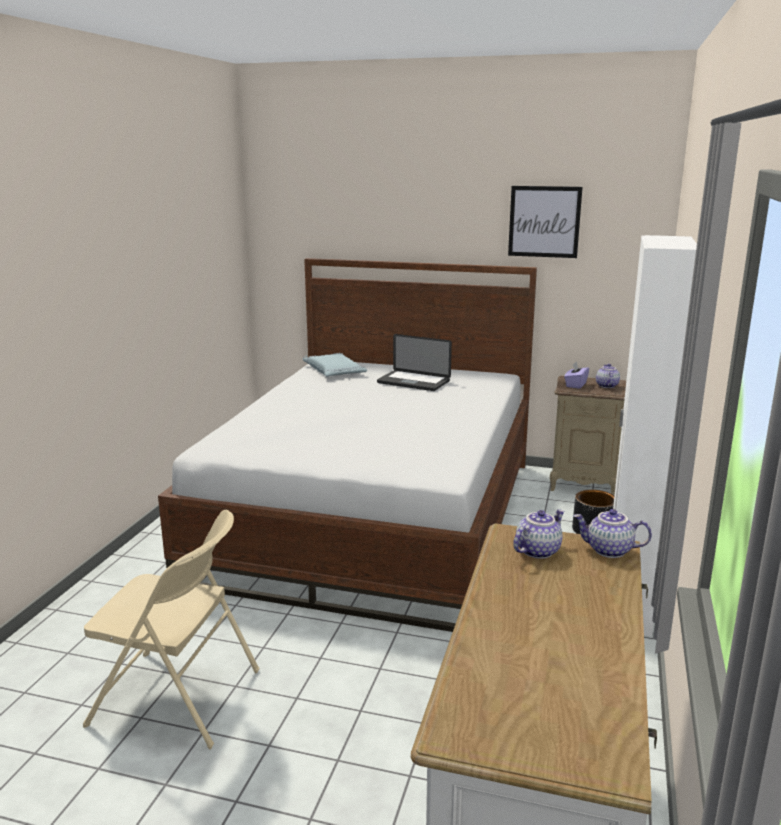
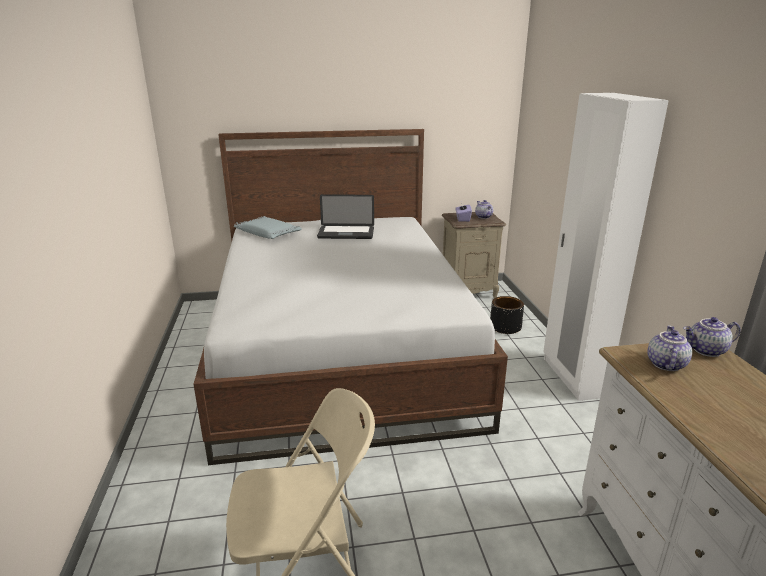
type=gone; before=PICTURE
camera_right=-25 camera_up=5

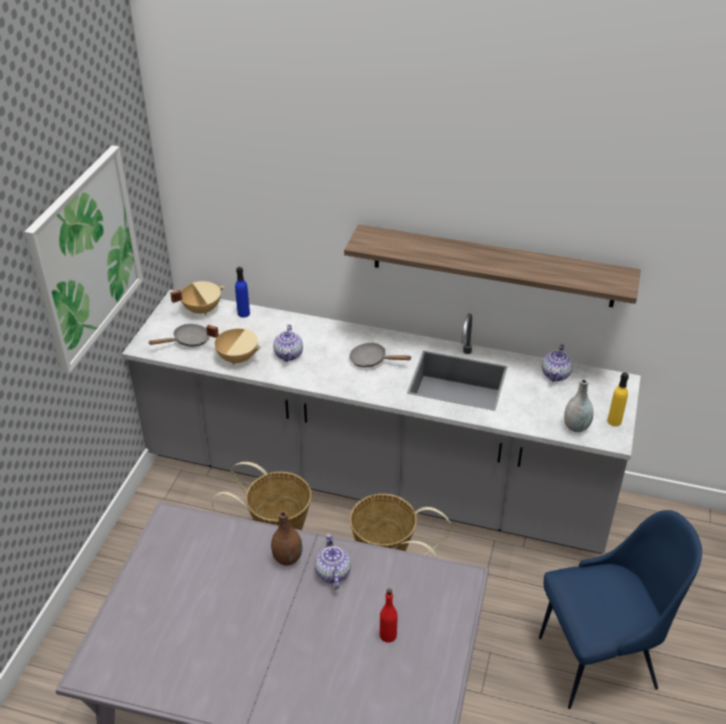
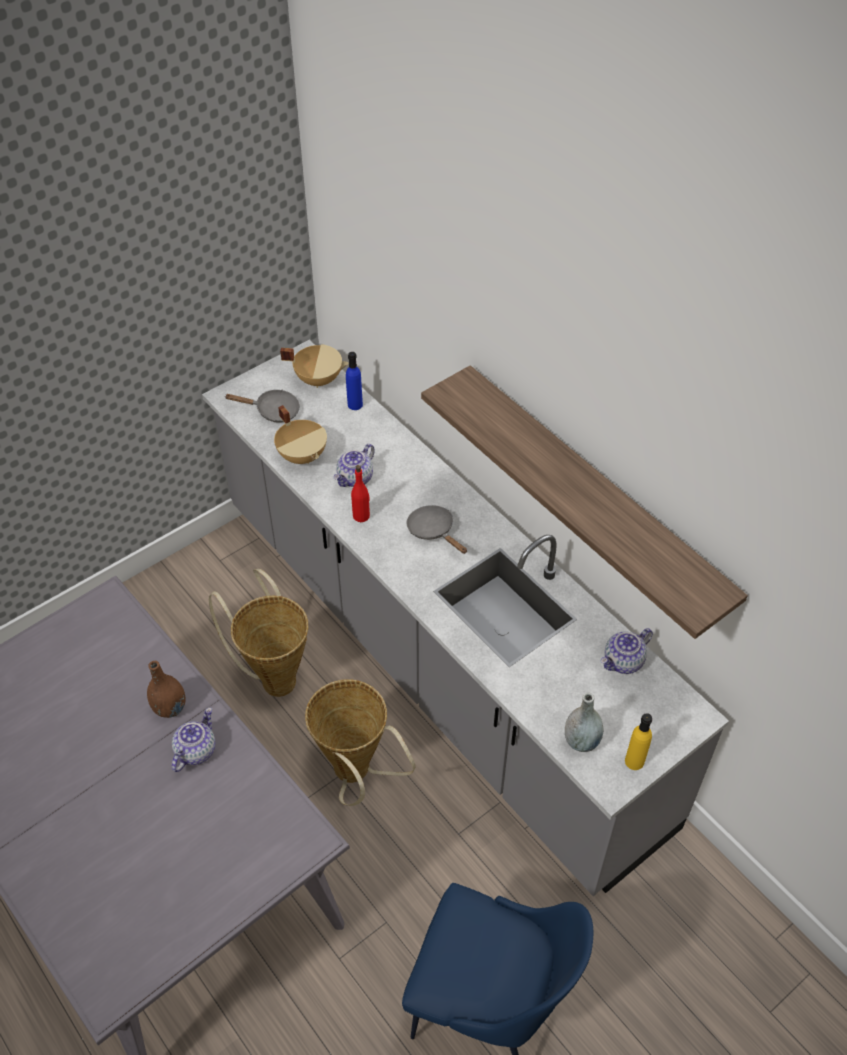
type=gone; before=PICTURE
type=shifted; before=RED BOTTLE
camera_right=35 camera_up=10

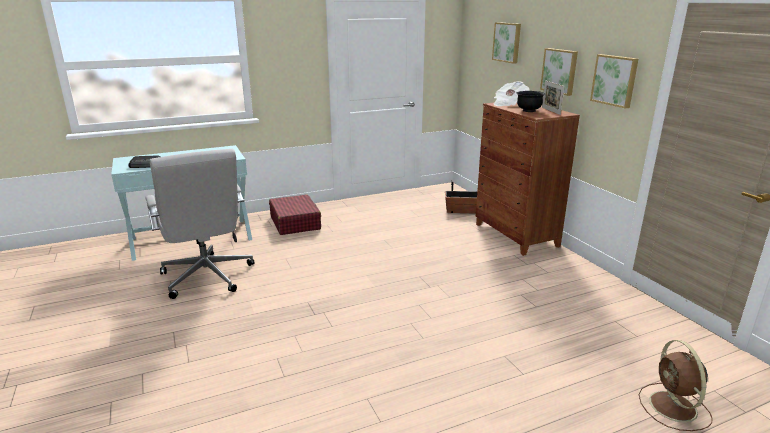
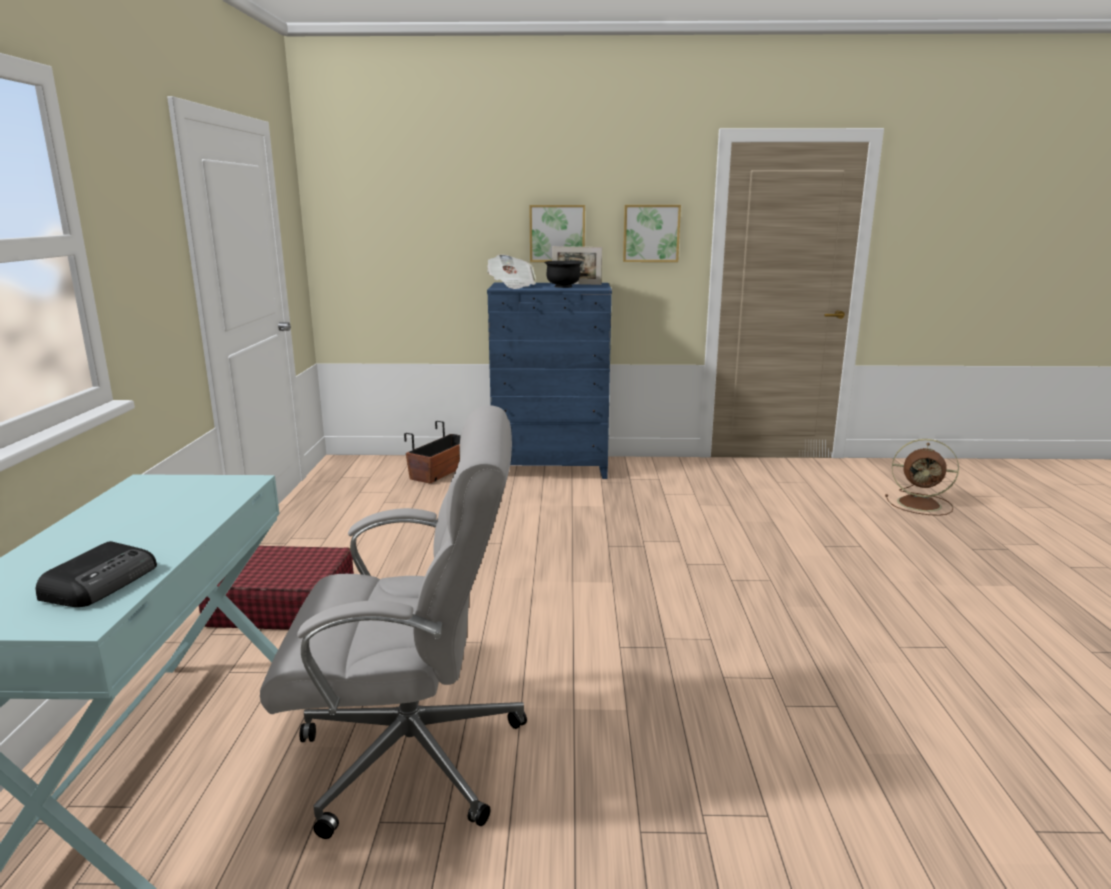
type=gone; before=PICTURE (no. 1 from left)
type=repainted; before=BROWN DRESSER; after=BLUE DRESSER
camera_right=-65 camera_up=-5

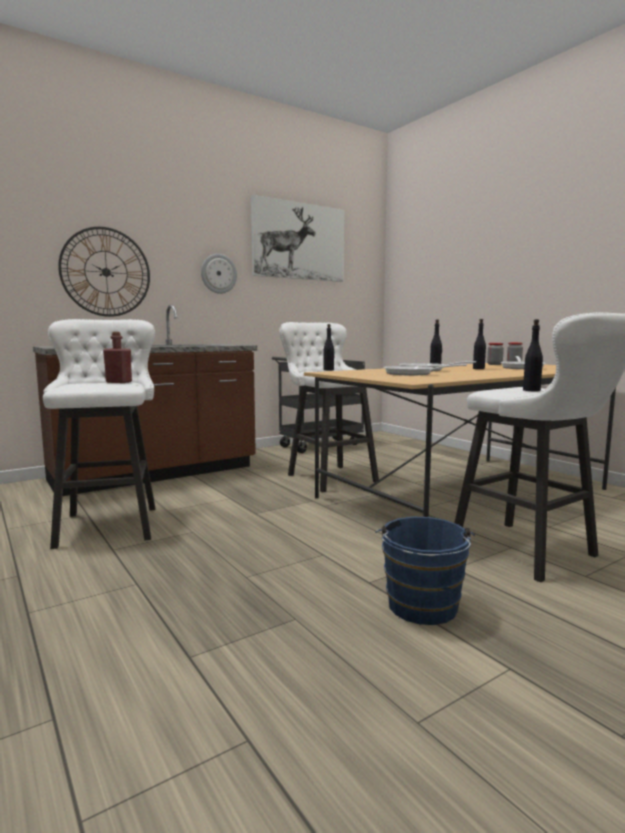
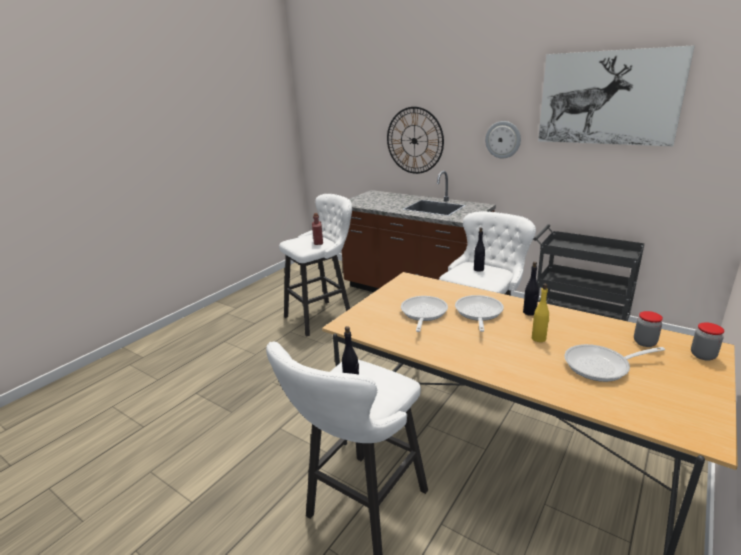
type=gone; before=BLUE BUCKET
type=repainted; before=BLACK BOTTLE (no. 3 from left); after=YELLOW BOTTLE
camera_right=70 camera_up=15

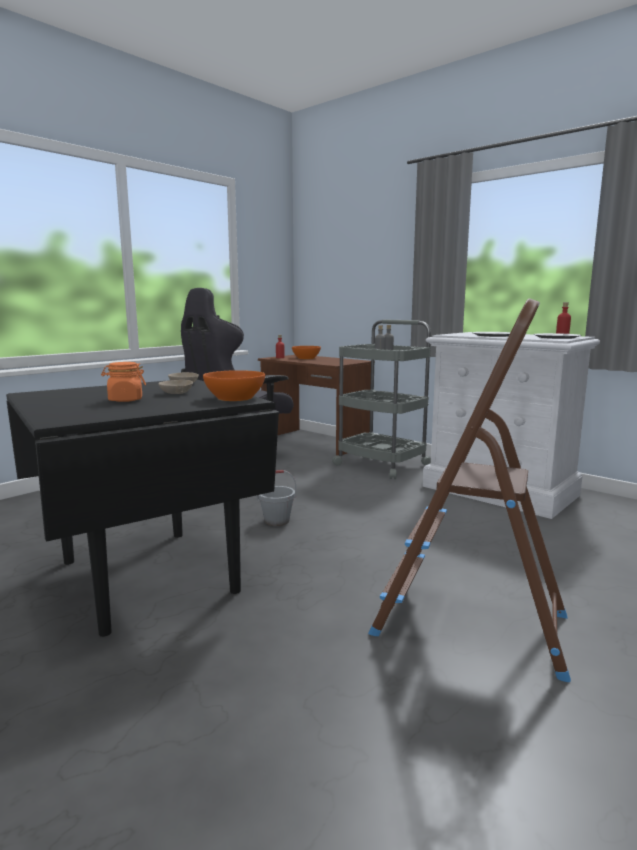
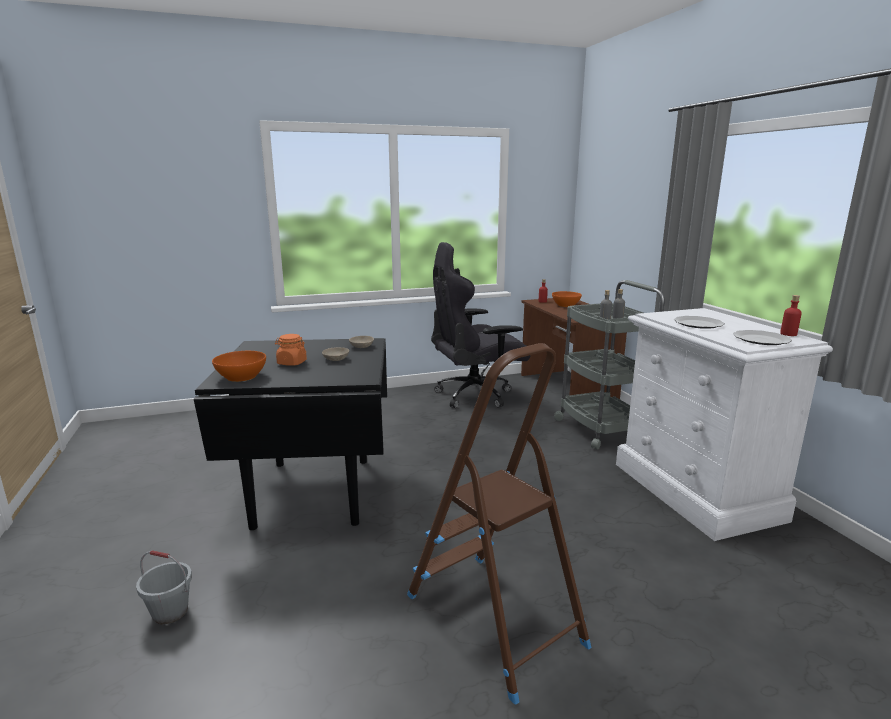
type=shifted; before=ORANGE BOWL (no. 1 from left)
type=shifted; before=GREY BUCKET
camera_right=30 camera_up=5

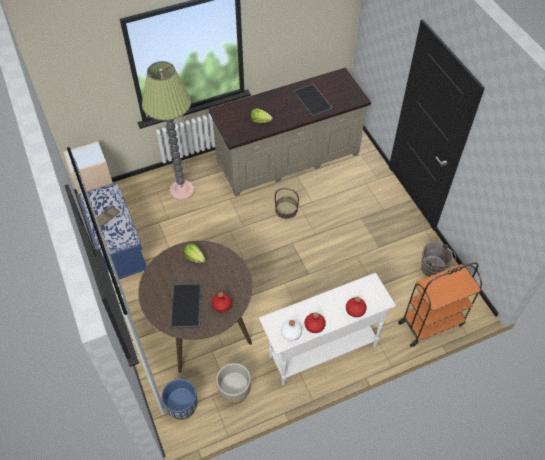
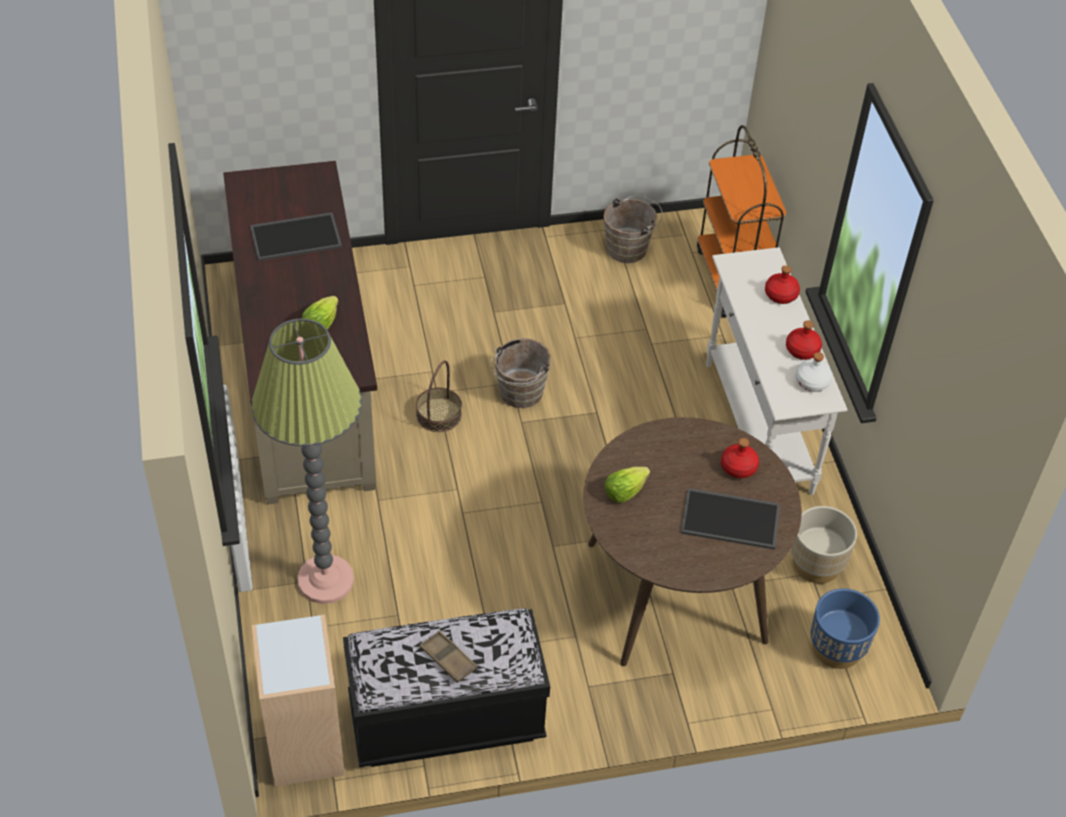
type=new; after=BROWN BUCKET (no. 1 from left)
type=repainted; before=BLUE BENCH; after=BLACK BENCH
camera_right=-80 camera_up=-5

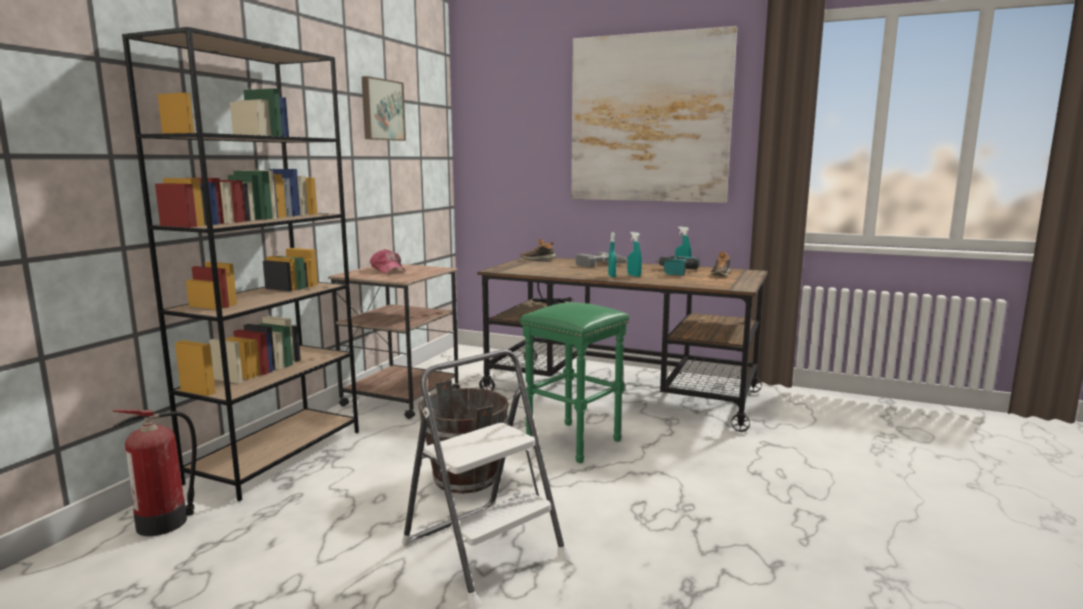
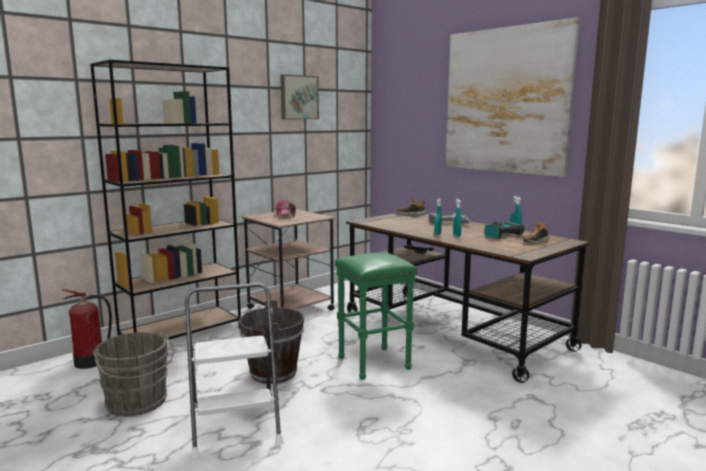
type=new; after=GREY BUCKET
camera_right=25 camera_up=0

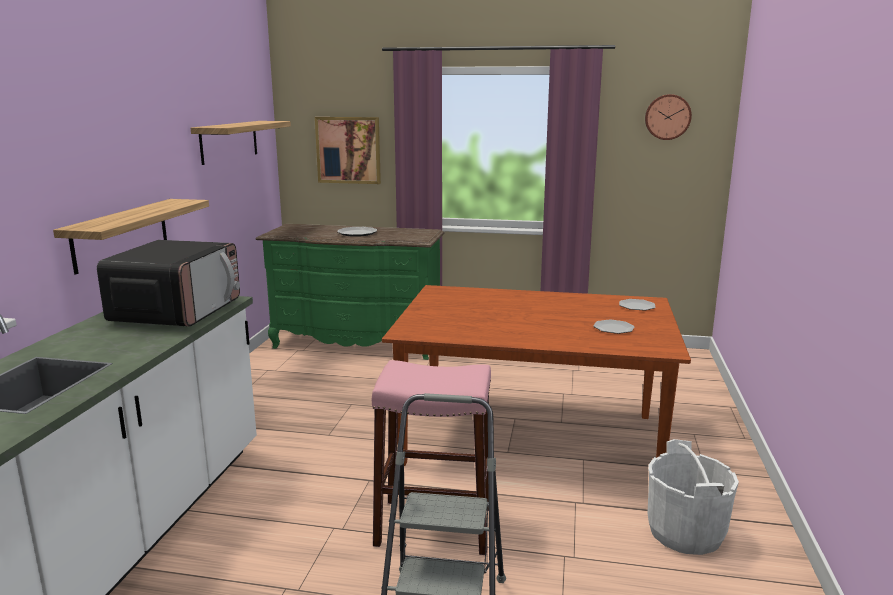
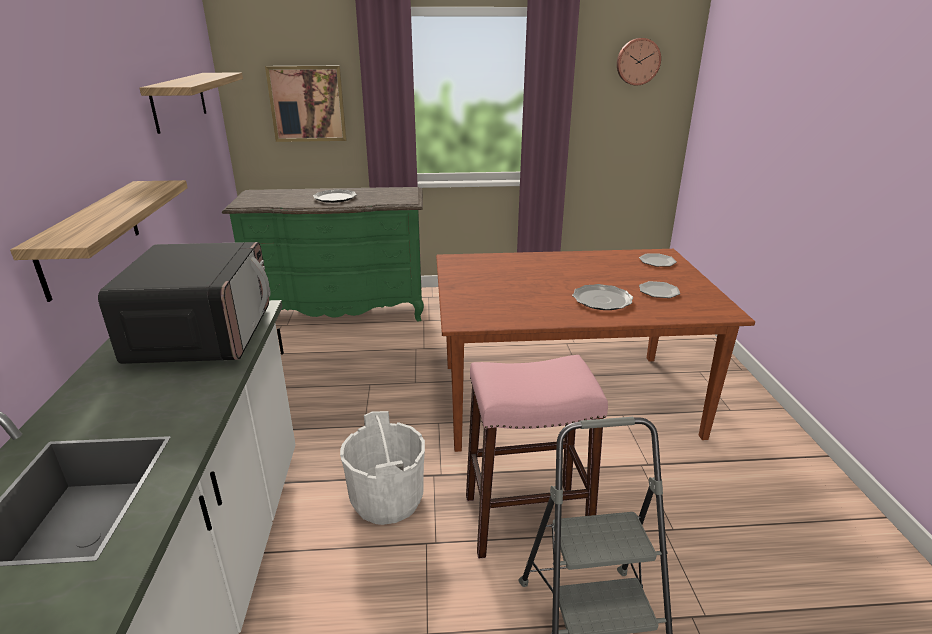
type=new; after=PLATE (no. 2 from left)
type=shifted; before=WHITE BUCKET
camera_right=-15 camera_up=10

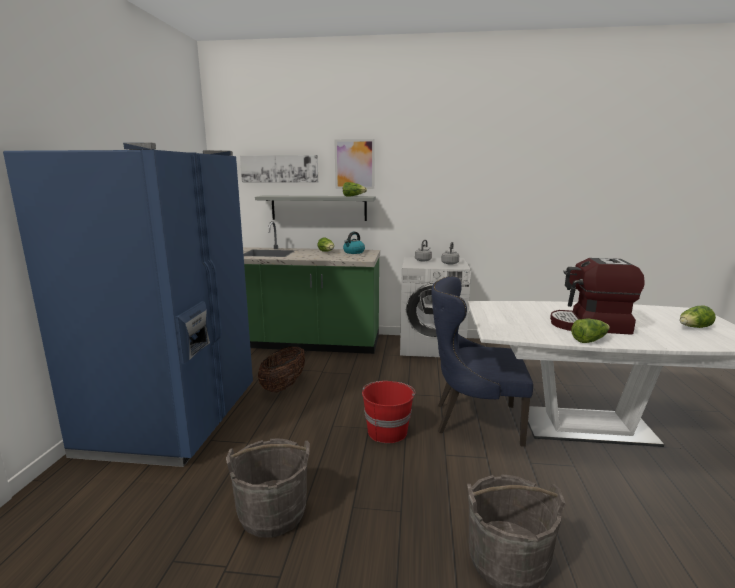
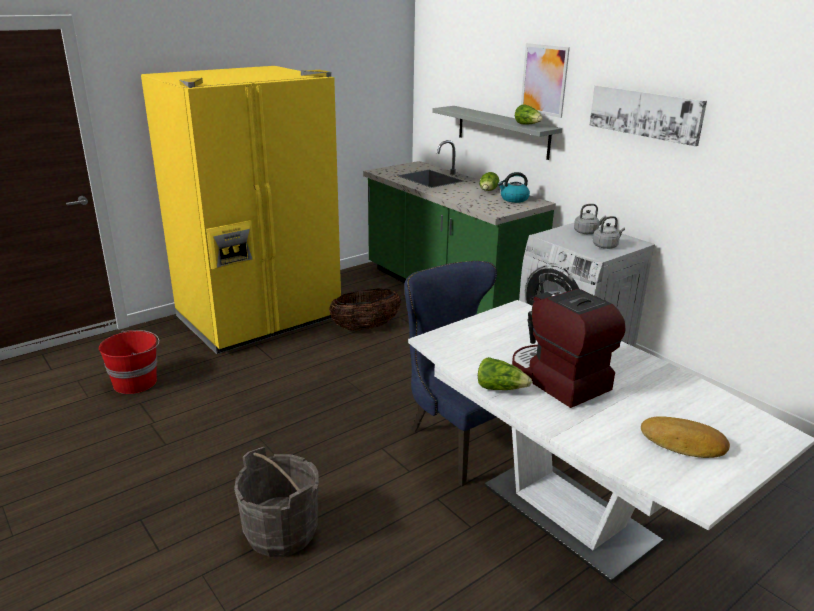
type=gone; before=GREY BUCKET (no. 1 from left)
type=shifted; before=PICTURE (no. 1 from left in the first image); after=PICTURE (no. 2 from left)
type=shifted; before=RED BUCKET
type=swapped; before=LETTUCE (no. 4 from left); after=BREAD
type=repainted; before=BLUE FRIDGE; after=YELLOW FRIDGE
camera_right=45 camera_up=10

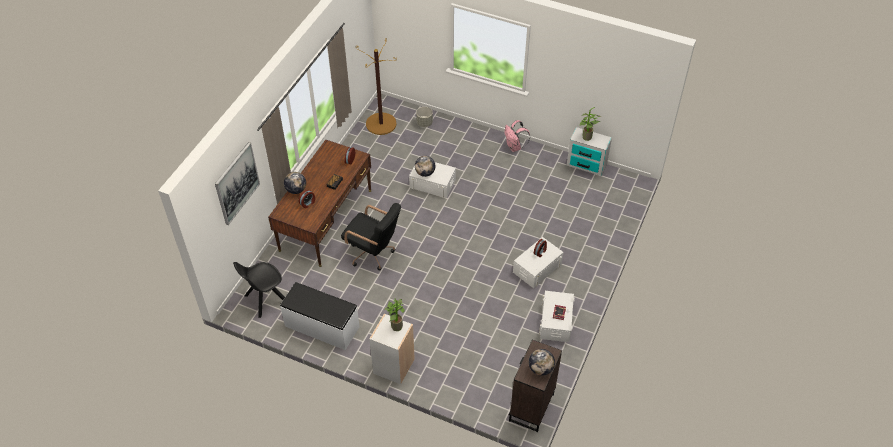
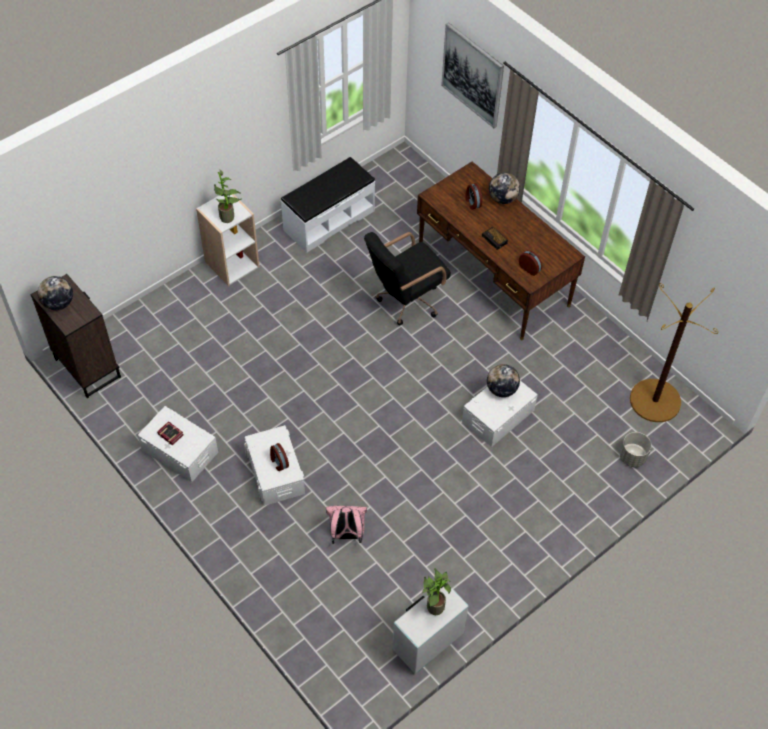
type=gone; before=BLACK CHAIR
type=shifted; before=PINK BACKPACK
camera_right=115 camera_up=5

